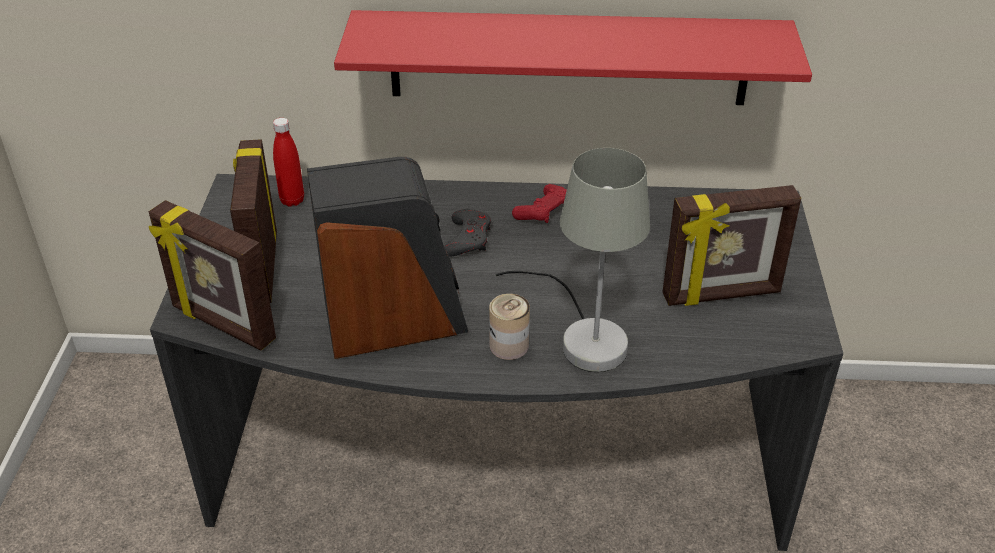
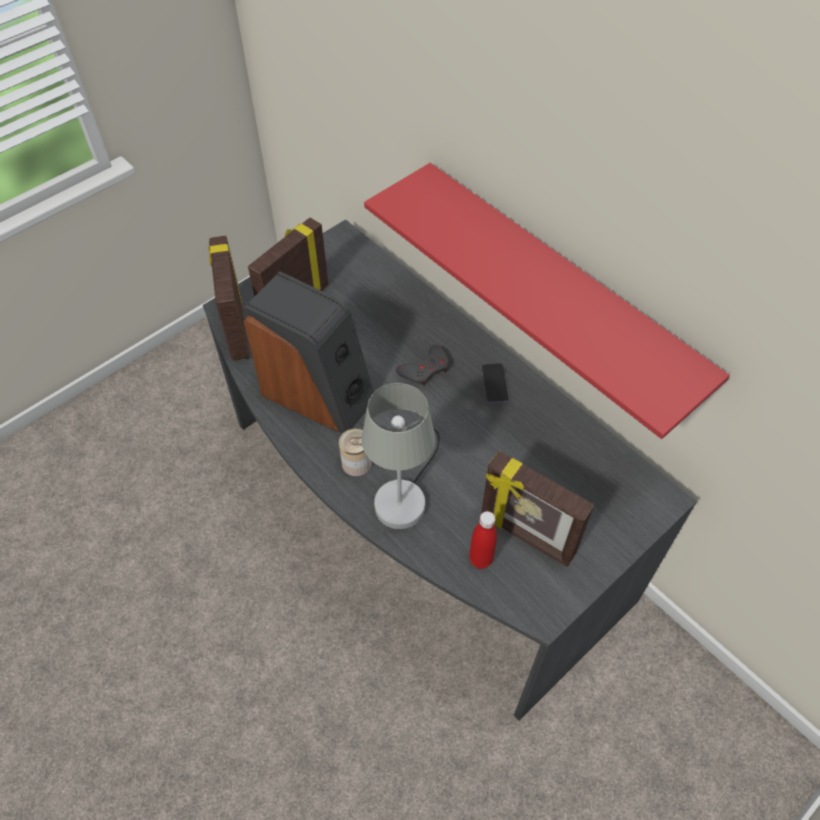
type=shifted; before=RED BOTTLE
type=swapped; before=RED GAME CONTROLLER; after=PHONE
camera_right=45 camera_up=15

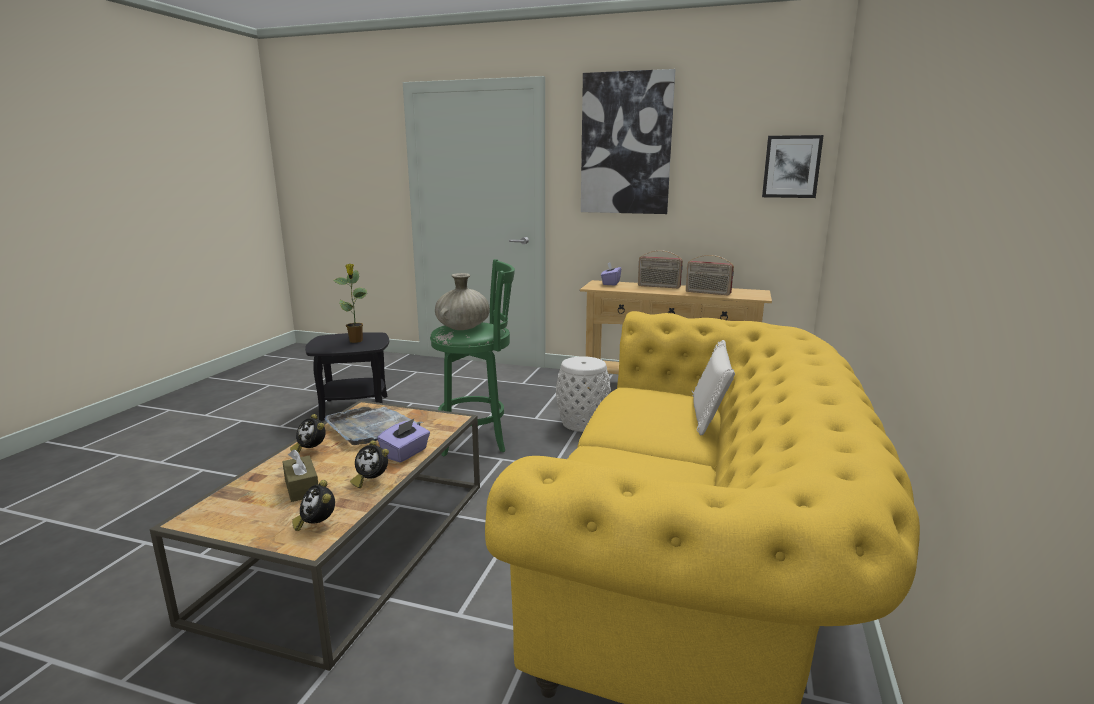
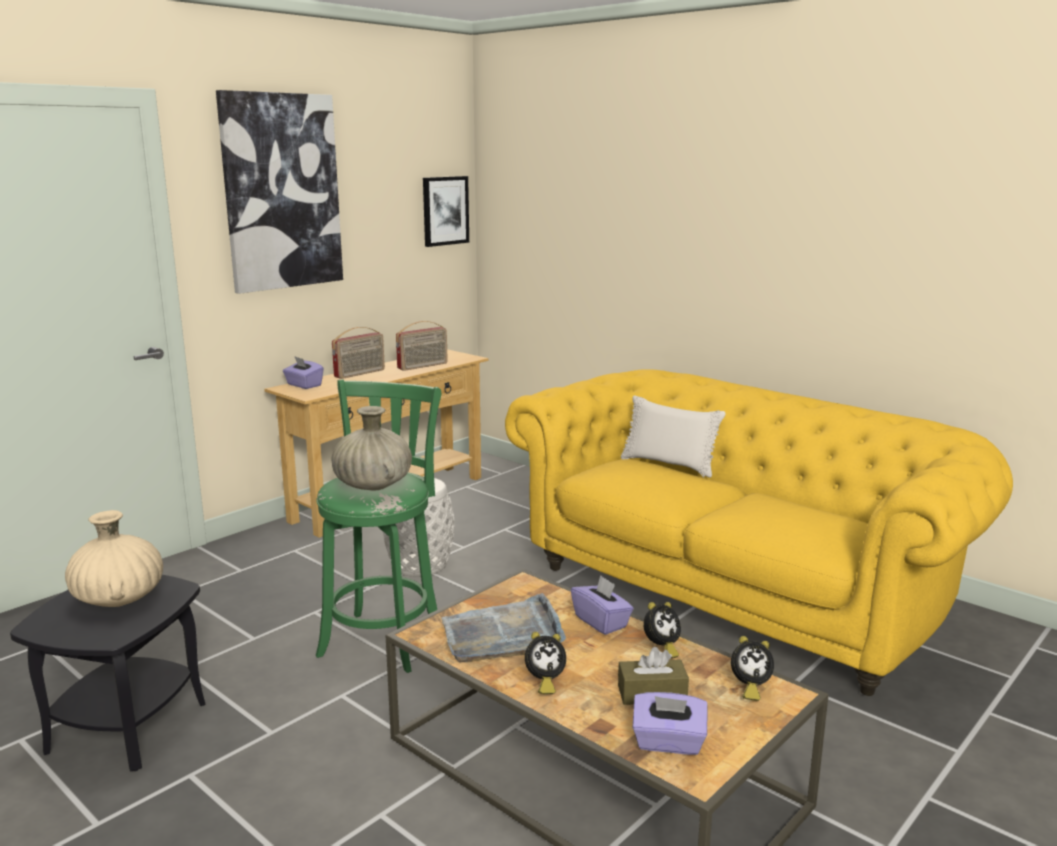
type=new; after=PURPLE TISSUE BOX (no. 3 from left)
type=swapped; before=POTTED PLANT; after=BEIGE VASE (no. 1 from left)
camera_right=-65 camera_up=0

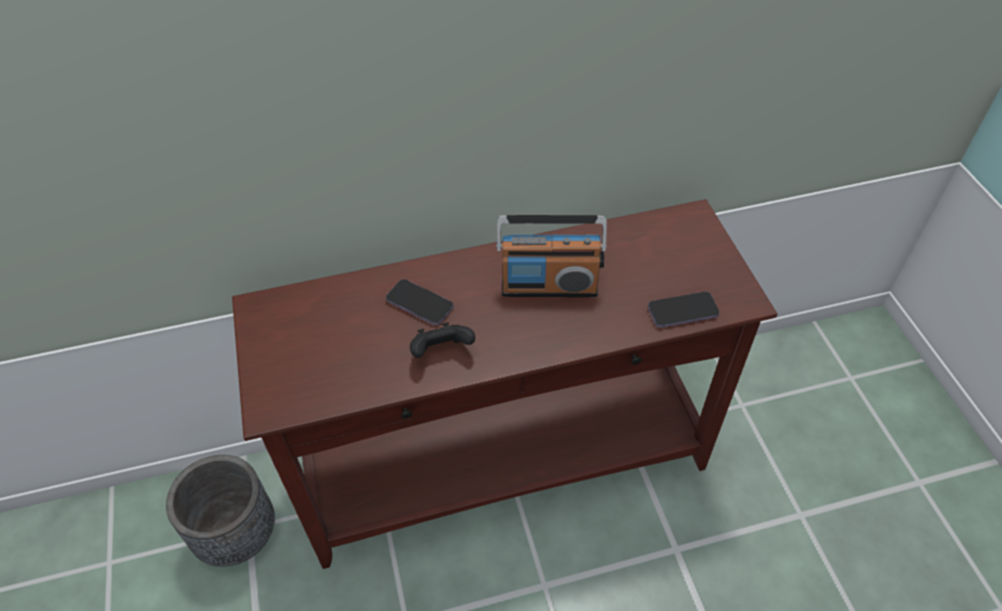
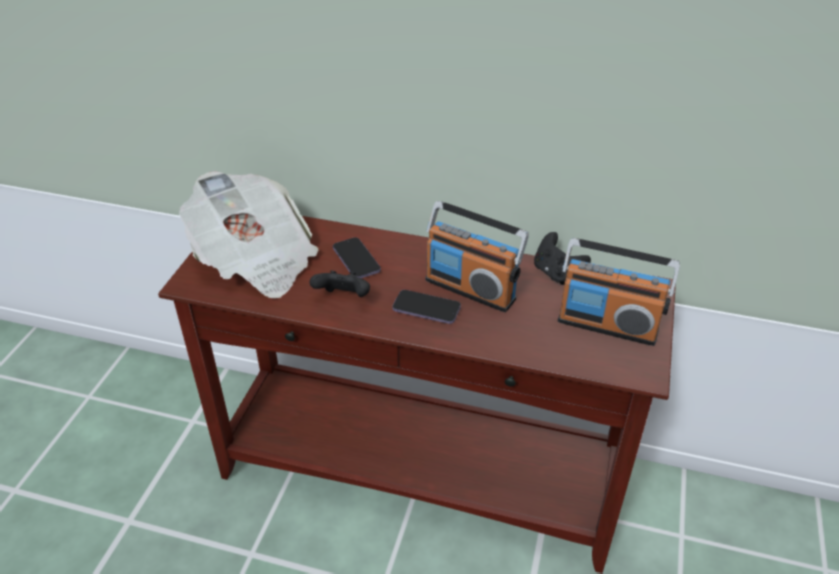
type=gone; before=GREY PLANTER
type=new; after=NEWSPAPER
type=new; after=BLACK GAME CONTROLLER (no. 2 from left)
type=new; after=RADIO (no. 2 from left)
type=shifted; before=PHONE (no. 2 from left)
camera_right=30 camera_up=-10

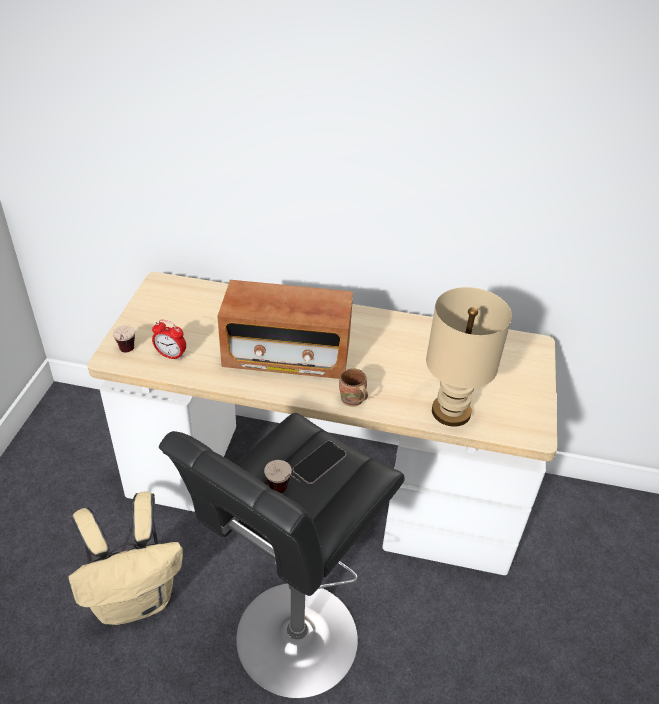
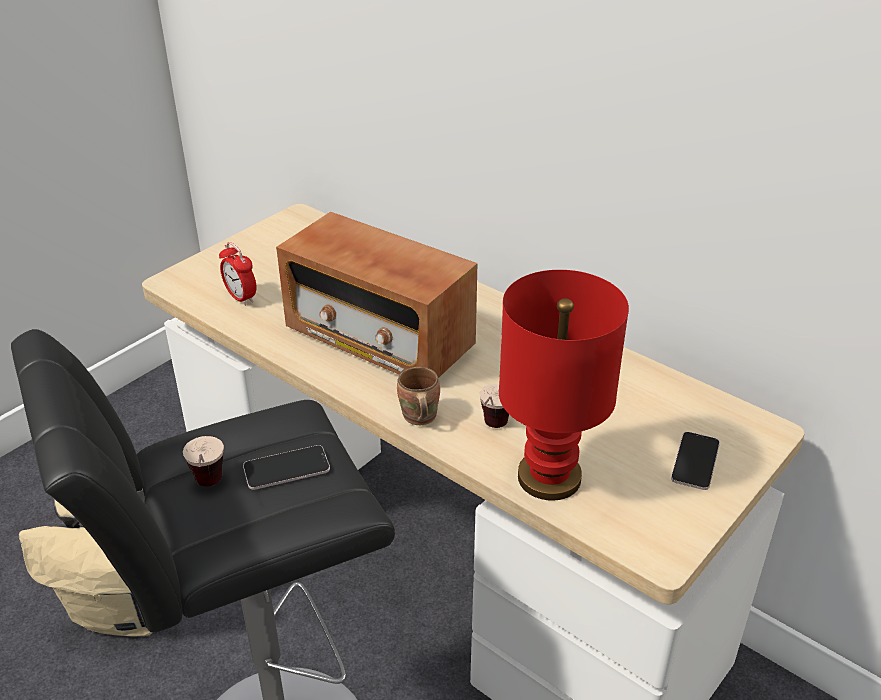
type=new; after=PHONE (no. 2 from left)
type=shifted; before=CUP (no. 1 from left in the first image); after=CUP (no. 2 from left)
type=repainted; before=BEIGE TABLE LAMP; after=RED TABLE LAMP
camera_right=30 camera_up=-5

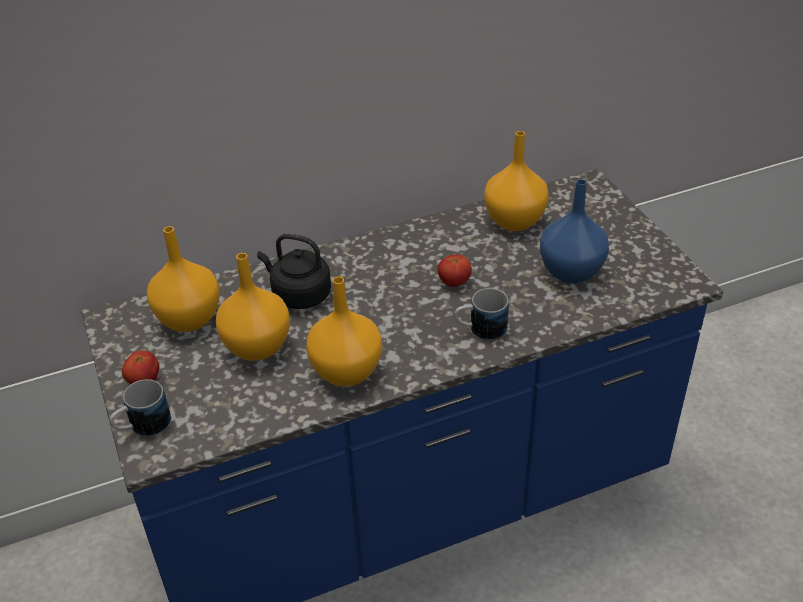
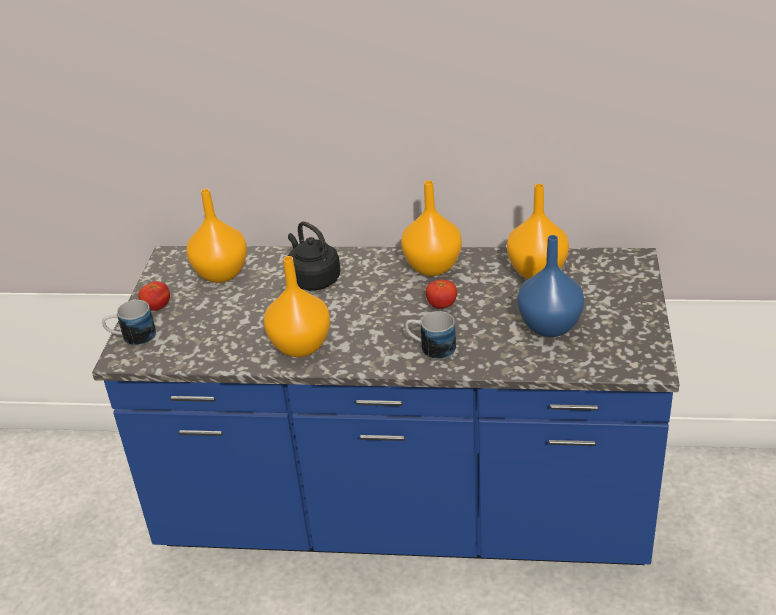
type=shifted; before=ORANGE VASE (no. 2 from left in the first image); after=ORANGE VASE (no. 3 from left)
camera_right=30 camera_up=-5

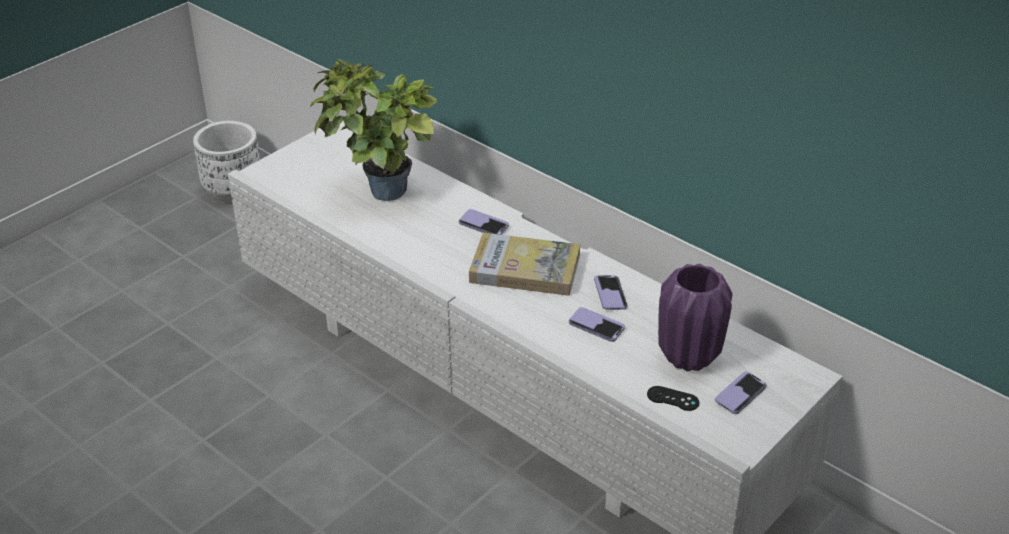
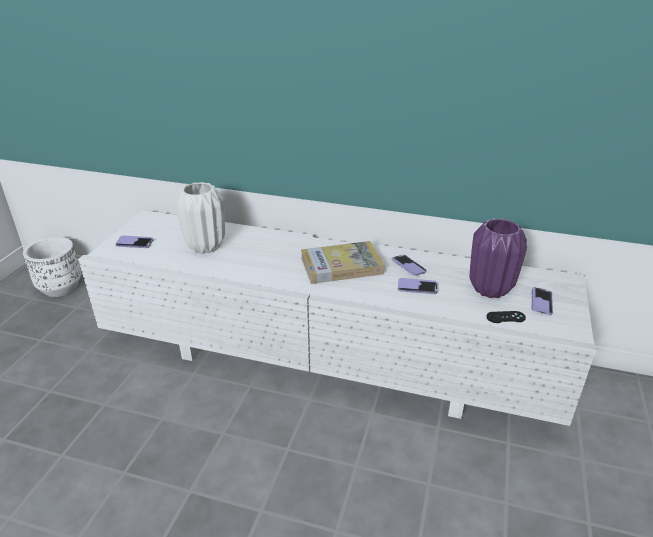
type=shifted; before=PHONE (no. 1 from left)
type=swapped; before=POTTED PLANT; after=WHITE VASE
camera_right=-25 camera_up=-5

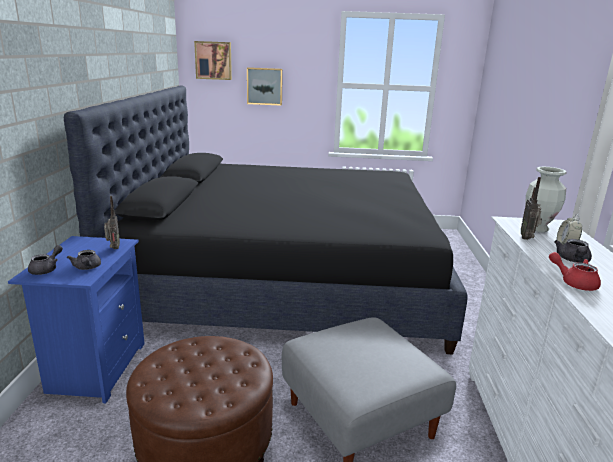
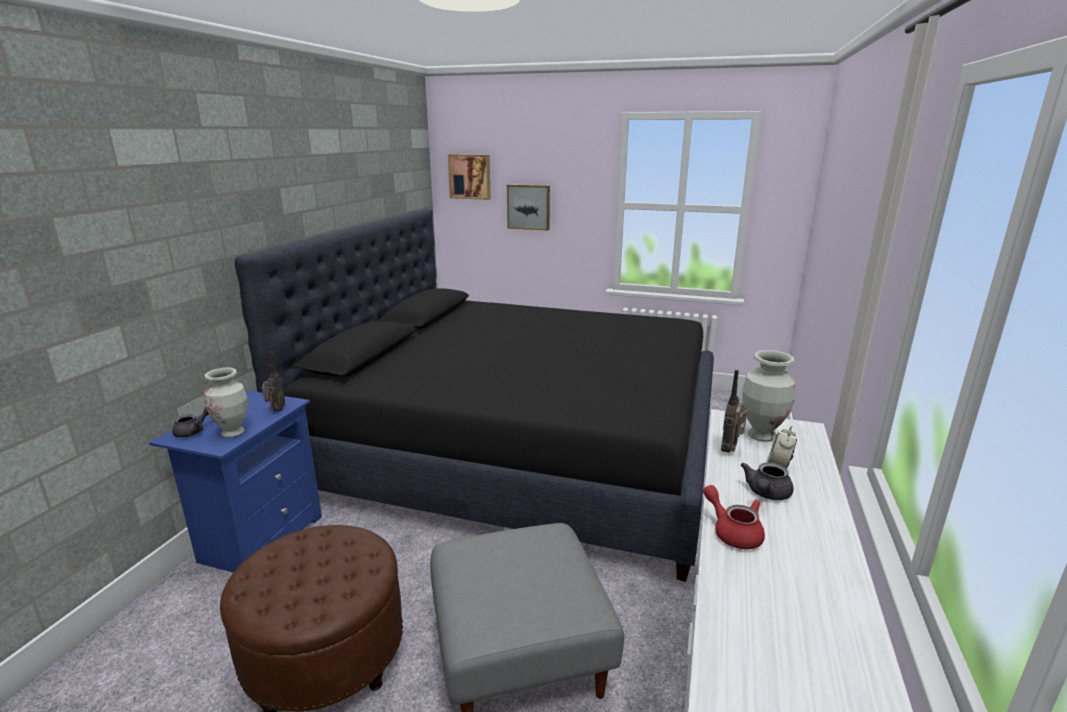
type=swapped; before=GREY TEAPOT (no. 2 from left); after=VASE (no. 1 from left)
camera_right=15 camera_up=0

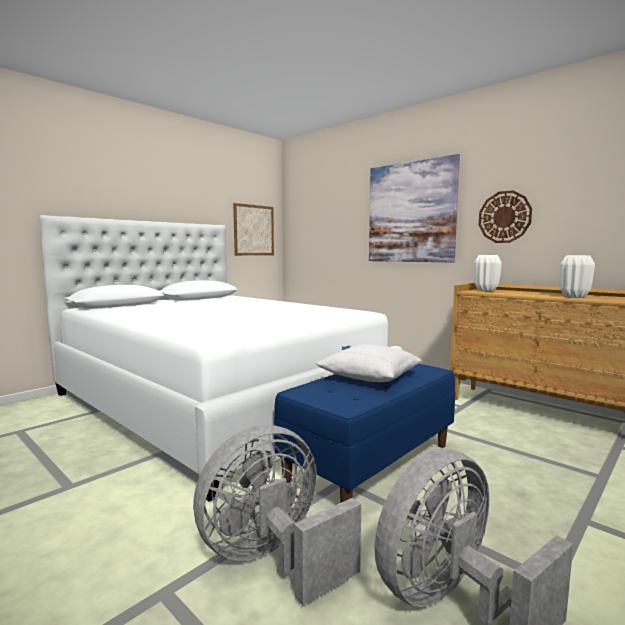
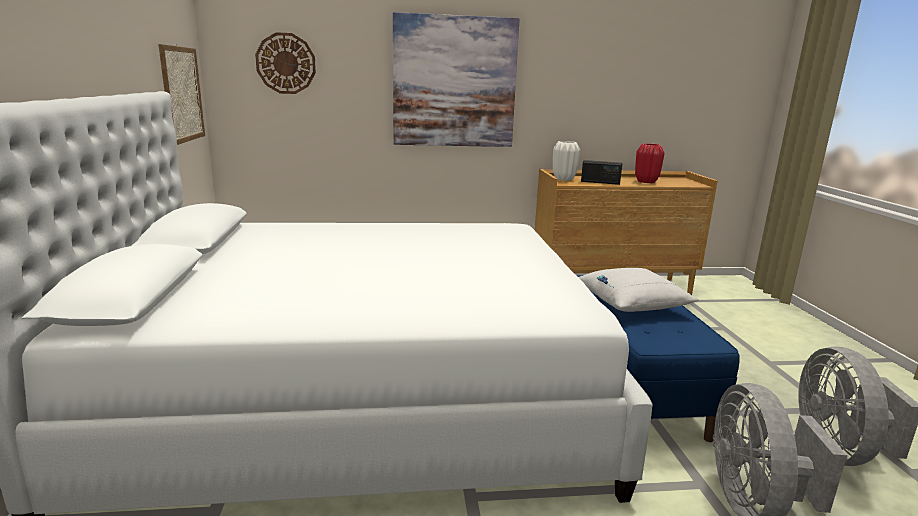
type=new; after=RADIO
type=shifted; before=WALL CLOCK
type=repainted; before=WHITE VASE (no. 2 from left); after=RED VASE
camera_right=-50 camera_up=10

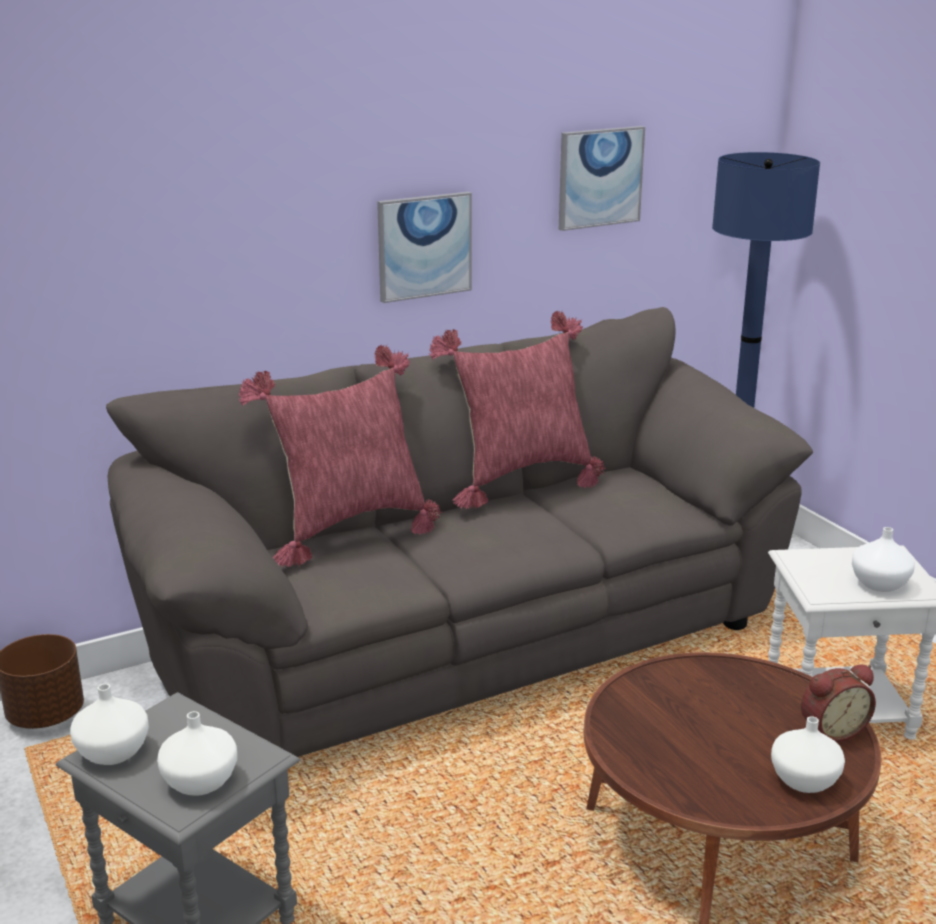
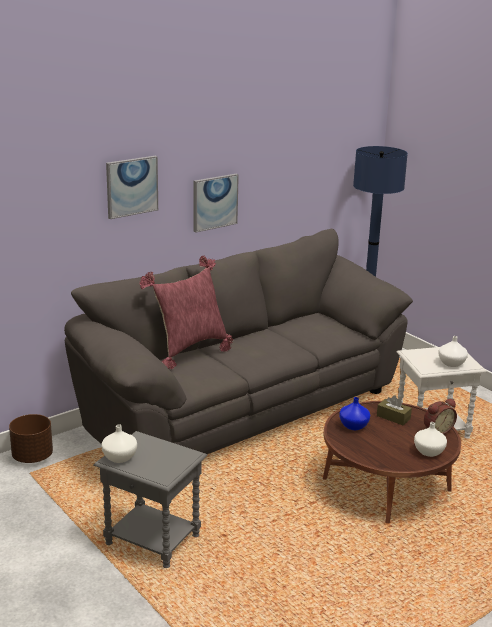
type=gone; before=WHITE VASE (no. 2 from left)
type=gone; before=RED PILLOW (no. 2 from left)
type=new; after=BLUE VASE
type=new; after=BROWN TISSUE BOX
type=shifted; before=PICTURE (no. 2 from left in the first image); after=PICTURE (no. 1 from left)
camera_right=-10 camera_up=0

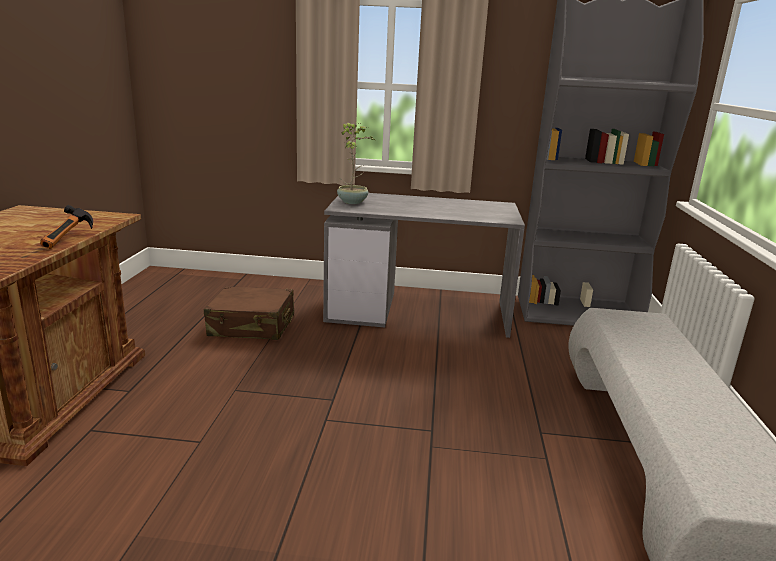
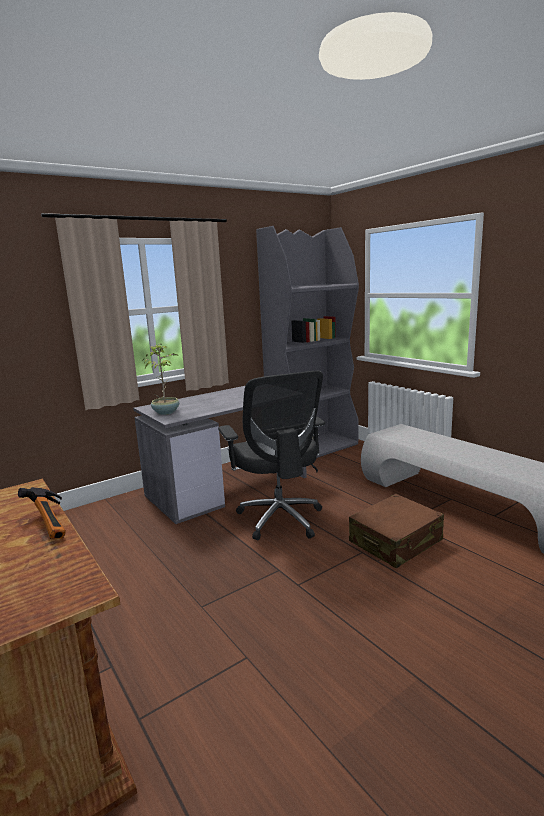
type=new; after=OFFICE CHAIR
type=shifted; before=BROWN SUITCASE
camera_right=-40 camera_up=-5

